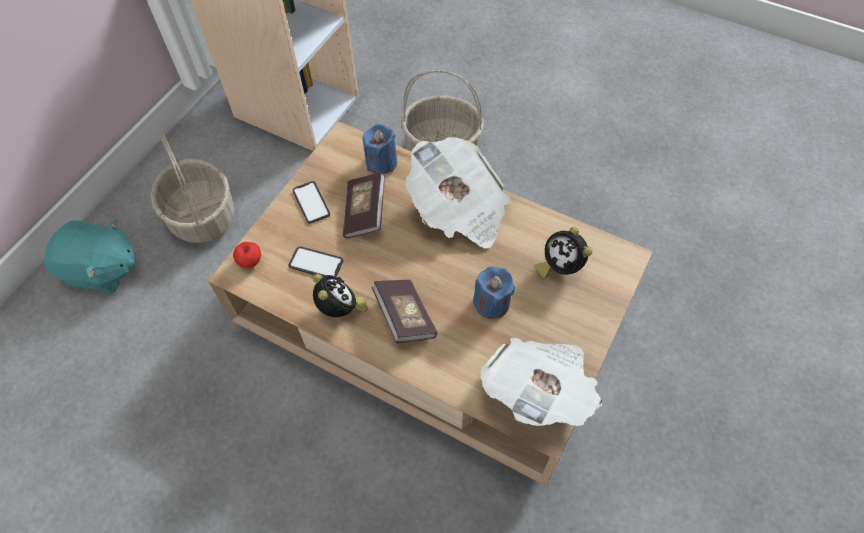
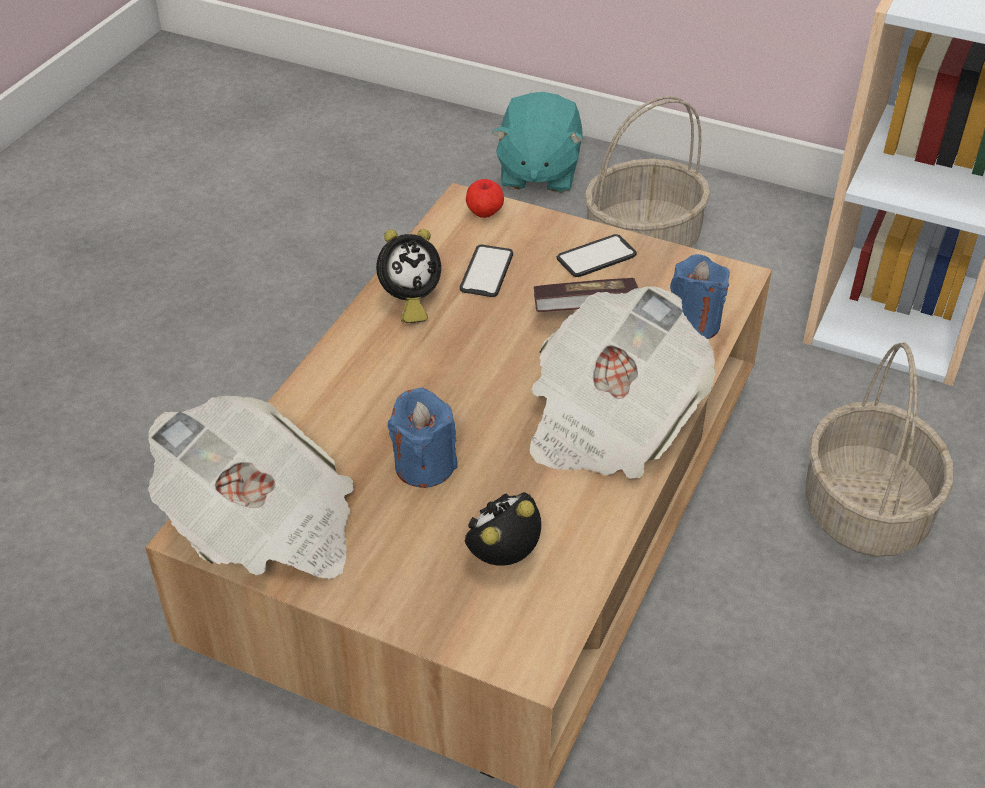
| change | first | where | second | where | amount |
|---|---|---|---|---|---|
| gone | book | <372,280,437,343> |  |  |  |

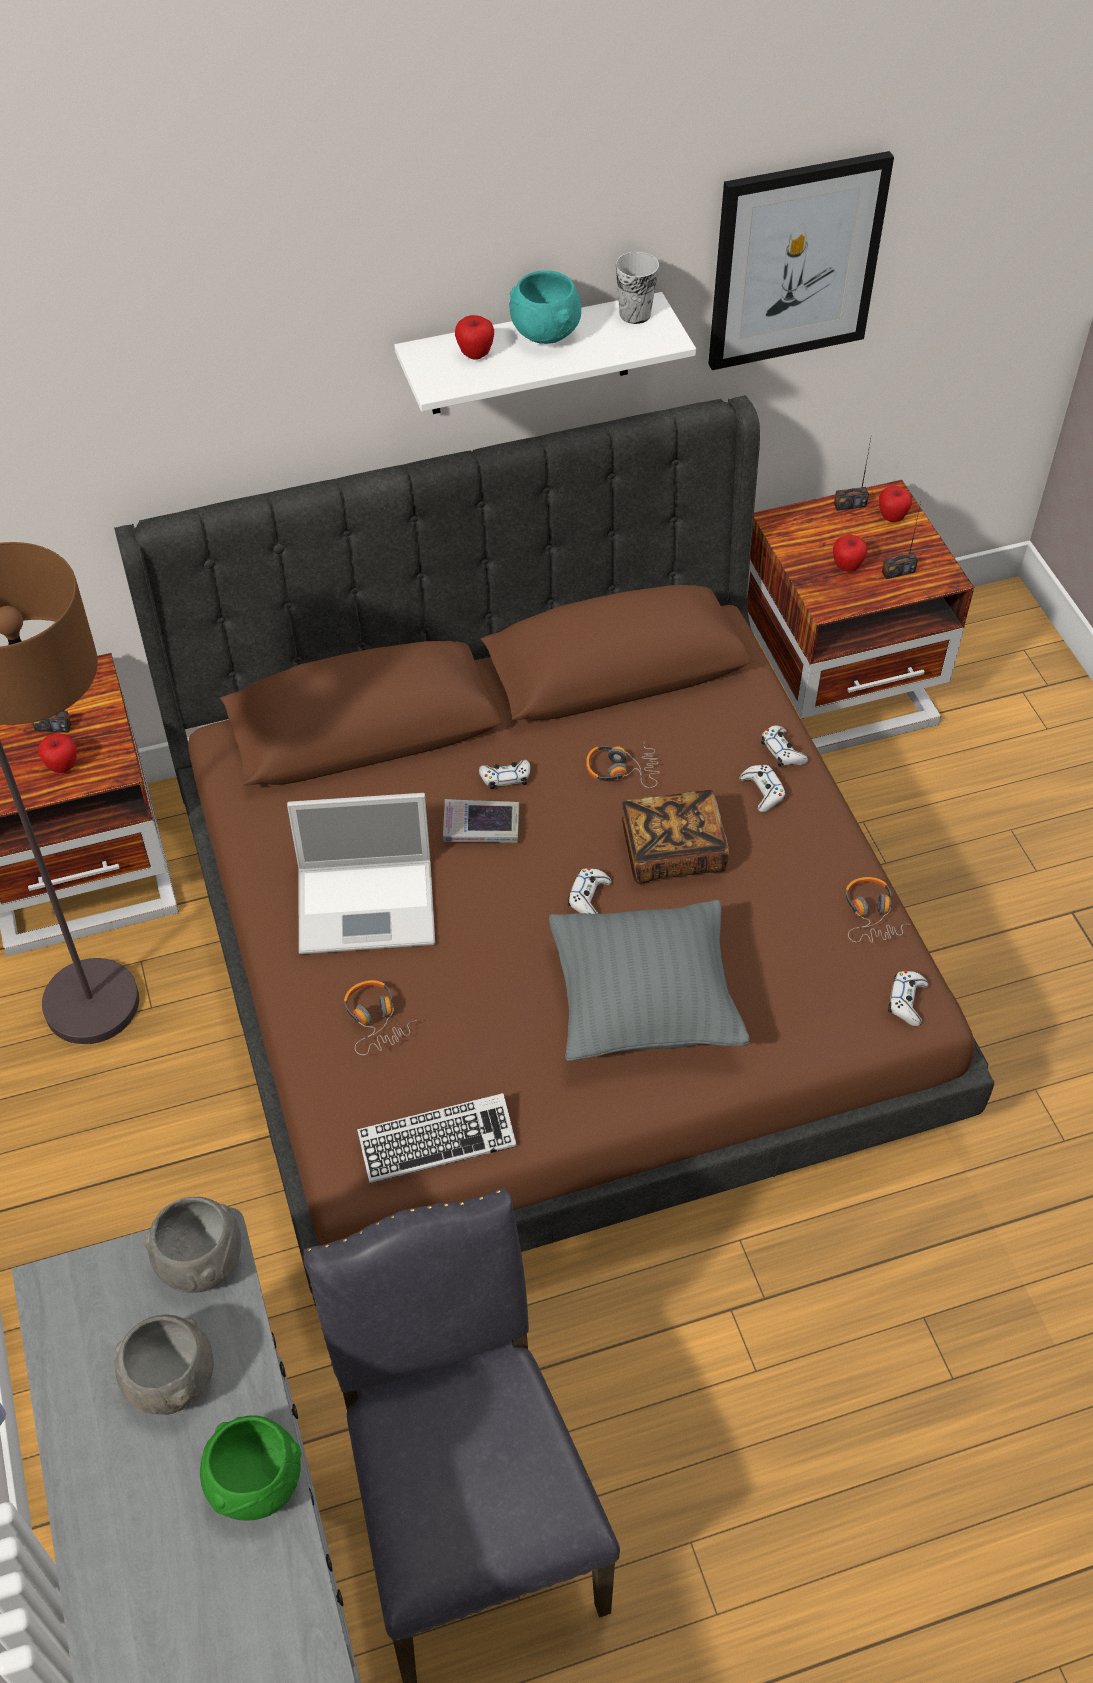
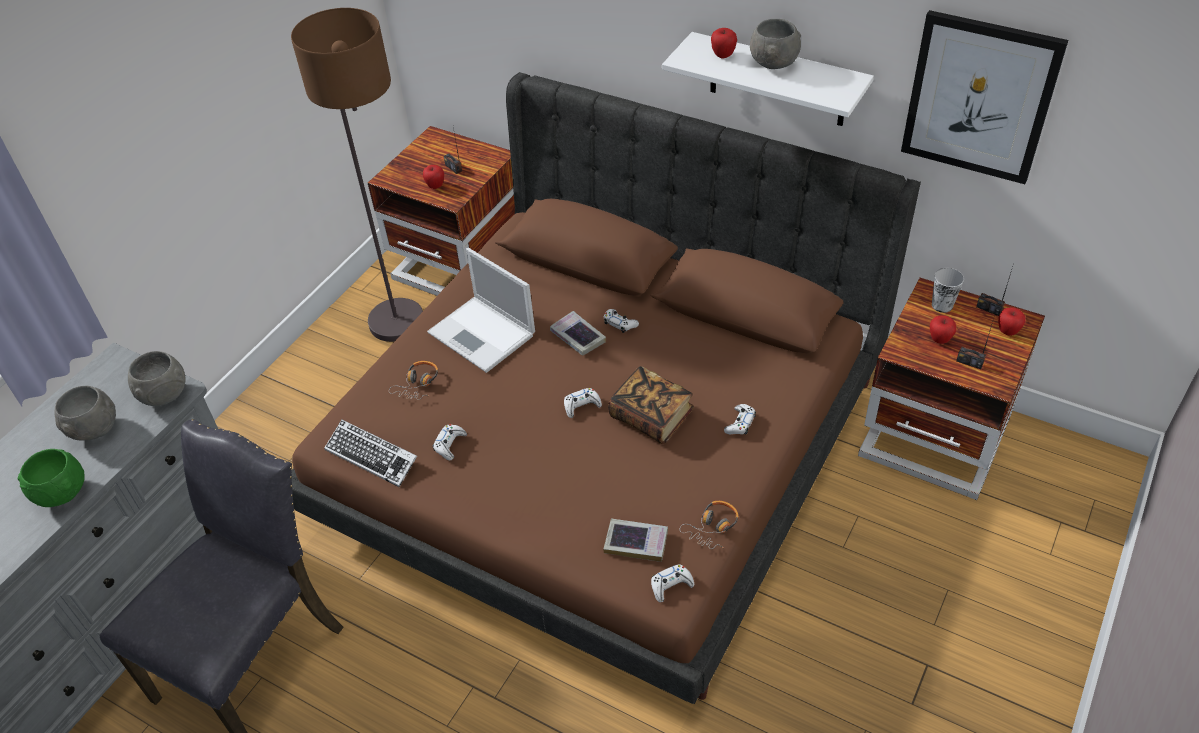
| change | first | where | second | where | amount |
|---|---|---|---|---|---|
| shifted | cup | <616,252,659,324> |  | <932,268,964,313> |  |
| repainted | bowl (turquoise) | <509,270,581,344> | bowl (grey) | <750,19,801,69> |  |
| shifted | game controller (white) | <761,725,808,767> |  | <433,424,467,460> |  |
| gone | headphones | <586,743,660,788> |  |  |  |
| gone | pillow (grey) | <549,900,750,1061> |  |  |  |
| new |  |  | book | <603,518,668,562> |  |

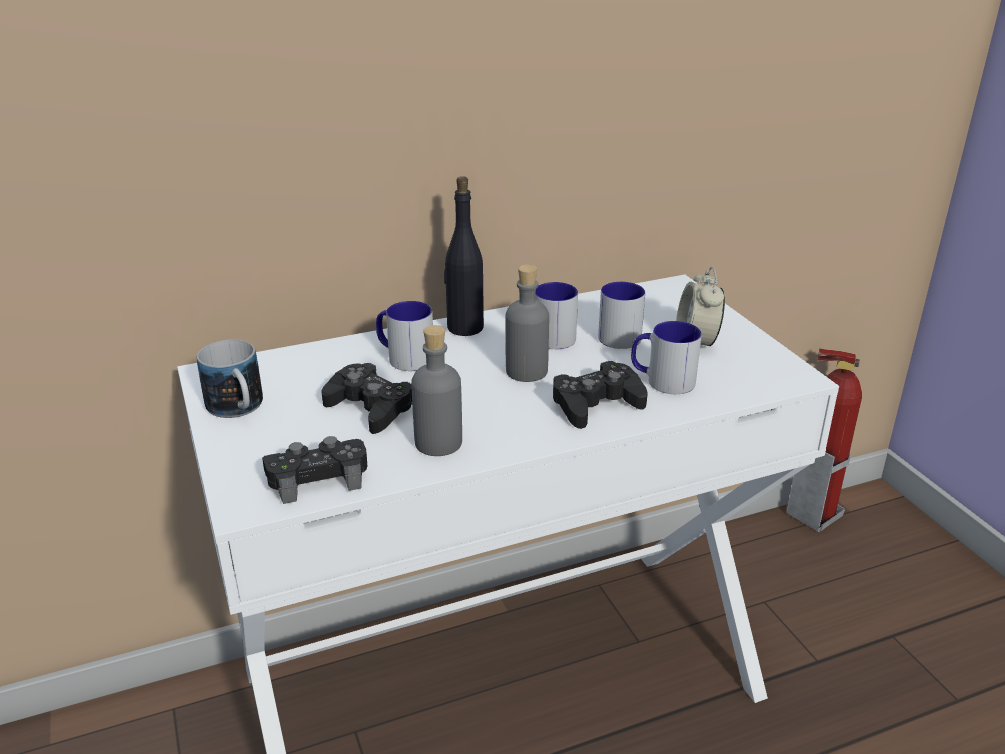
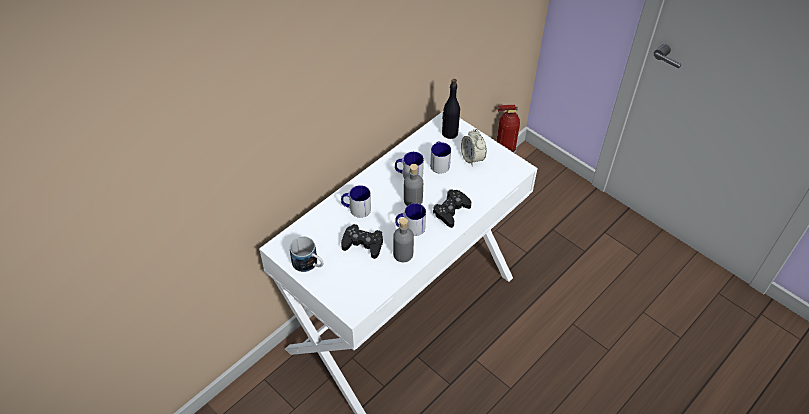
| change | first | where | second | where | amount |
|---|---|---|---|---|---|
| shifted | bottle (black) | <444,176,484,336> |  | <442,79,460,139> |  |
| shifted | mug | <631,321,702,394> |  | <395,203,426,236> |  |
| gone | game controller (black) | <262,436,367,504> |  |  |  |

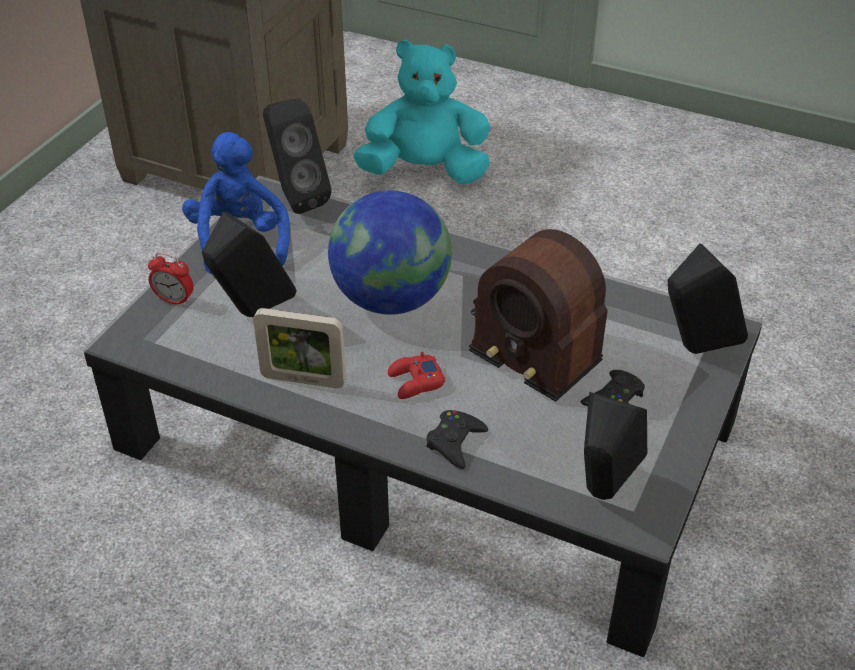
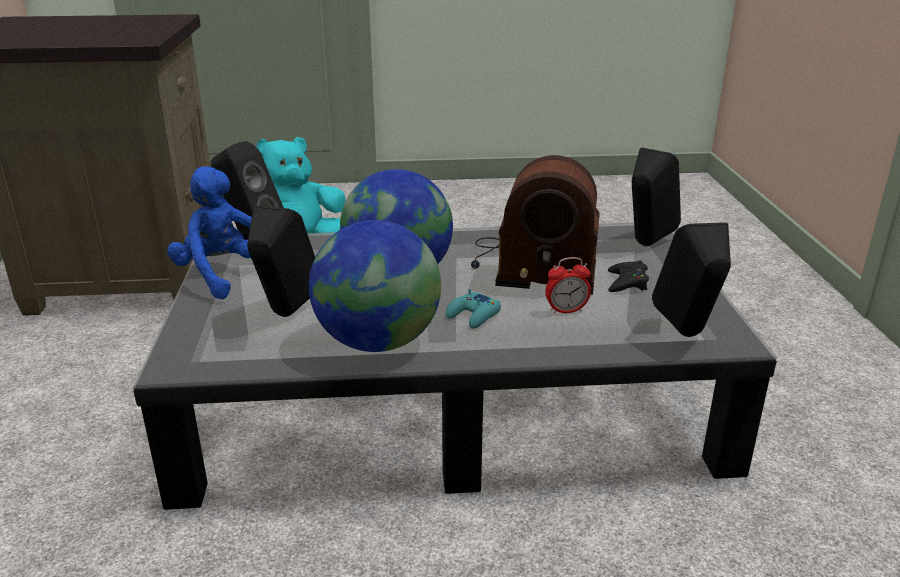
| change | first | where | second | where | amount |
|---|---|---|---|---|---|
| shifted | alarm clock | <148,252,194,306> |  | <545,257,591,314> |  |
| swapped | picture frame | <253,308,346,388> | globe | <309,220,441,352> |  |
| repainted | game controller (red) | <388,352,445,399> | game controller (turquoise) | <445,289,501,329> |  |
| gone | game controller (black) | <426,410,488,469> |  |  |  |

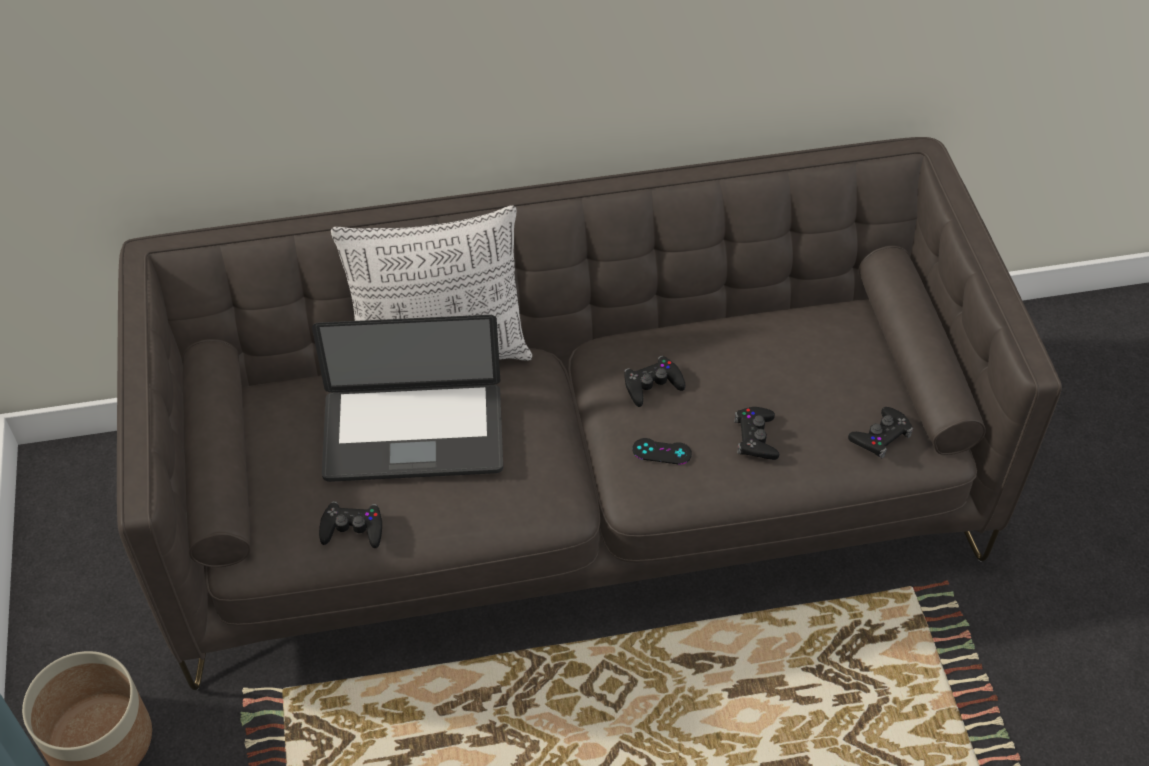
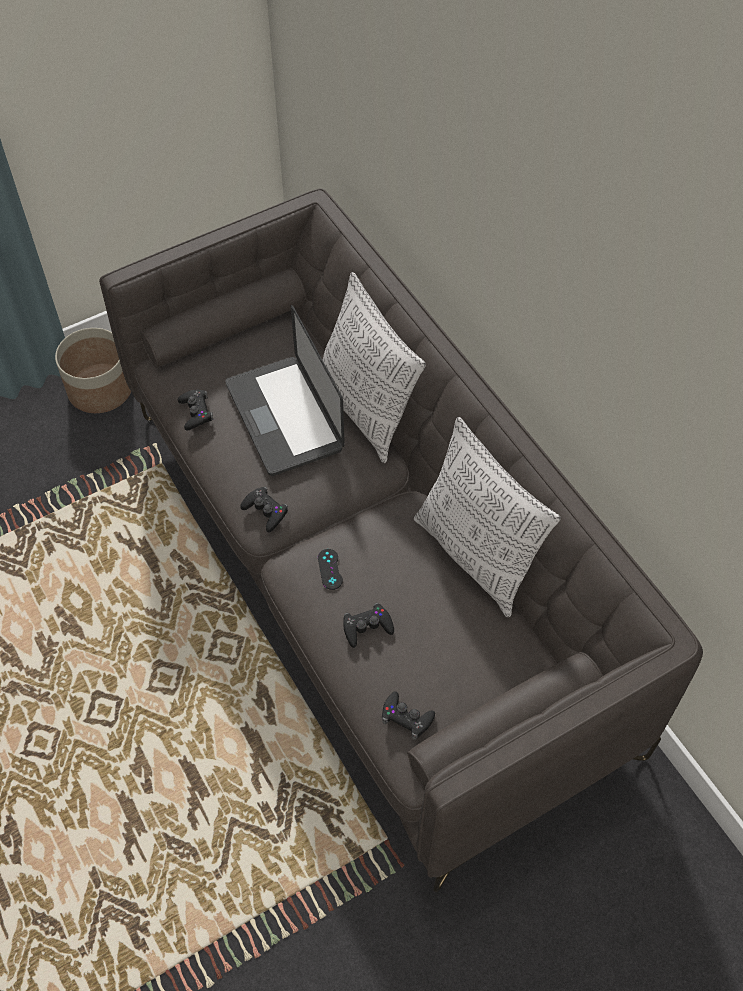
| change | first | where | second | where | amount |
|---|---|---|---|---|---|
| shifted | game controller (black) | <624,356,685,407> |  | <240,486,288,532> |  |
| new |  |  | pillow | <414,417,561,617> |  |

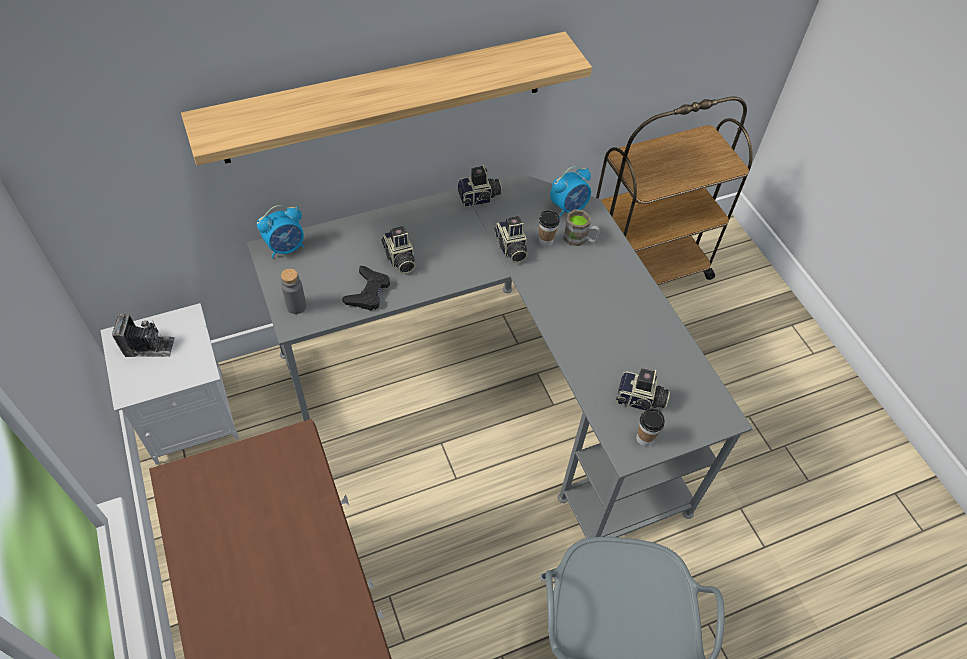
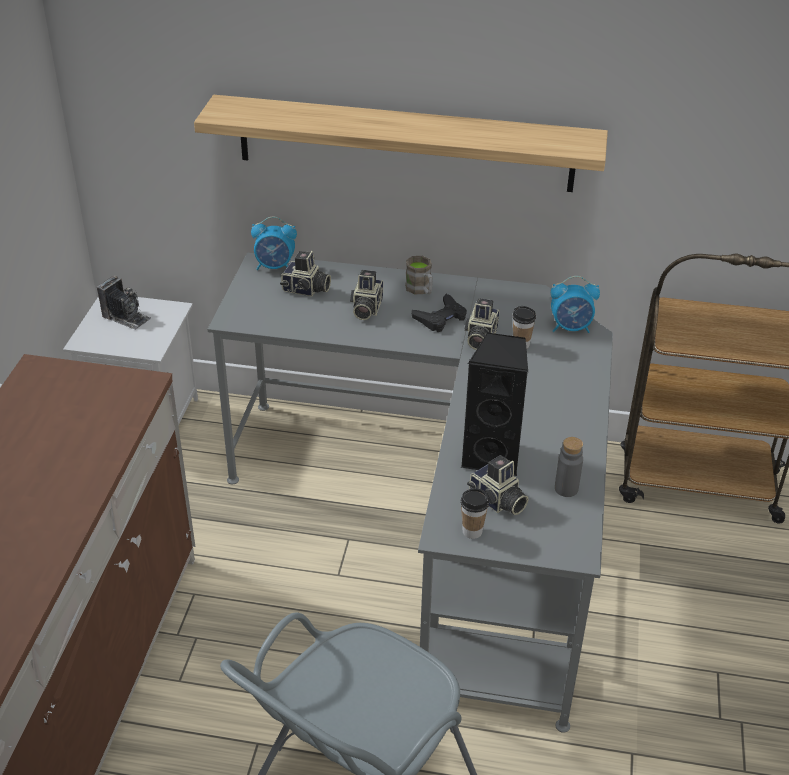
| change | first | where | second | where | amount |
|---|---|---|---|---|---|
| shifted | photo camera | <457,164,502,207> |  | <280,251,331,296> |  |
| shifted | mug (brown) | <564,209,600,246> |  | <405,256,433,295> |  |
| shifted | game controller (black) | <342,266,390,311> |  | <412,294,467,332> |  |
| shifted | bottle (grey) | <281,268,306,314> |  | <555,437,583,497> |  |
| new |  |  | speaker (black) | <461,332,528,476> |  |

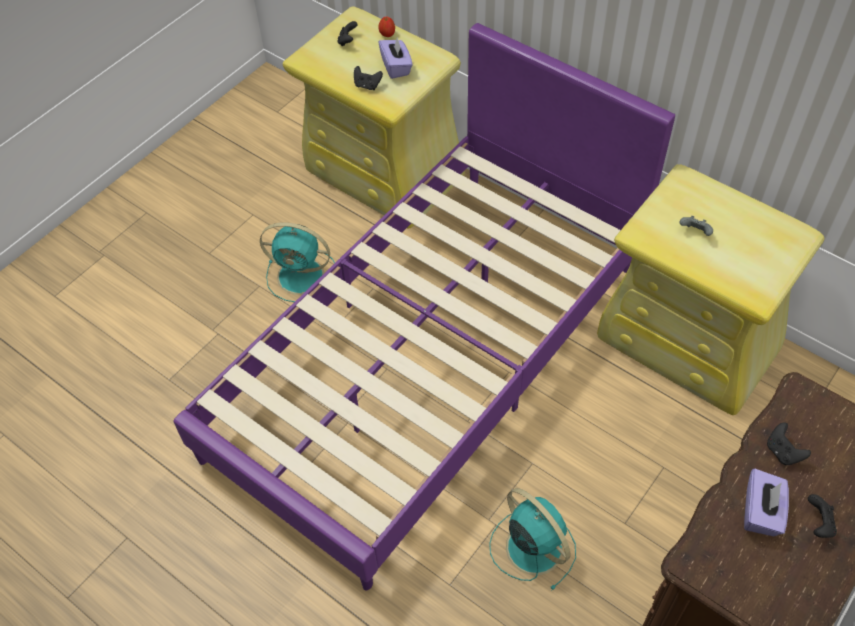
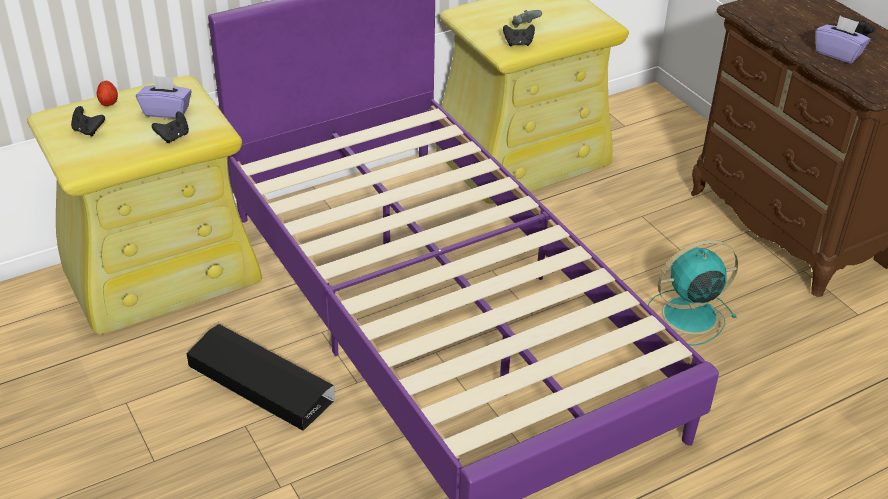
| change | first | where | second | where | amount |
|---|---|---|---|---|---|
| swapped | fan (turquoise) | <260,222,335,302> | storage box (black) | <187,324,335,431> |  |
| shifted | game controller (black) | <767,422,811,465> |  | <503,24,535,46> |  |

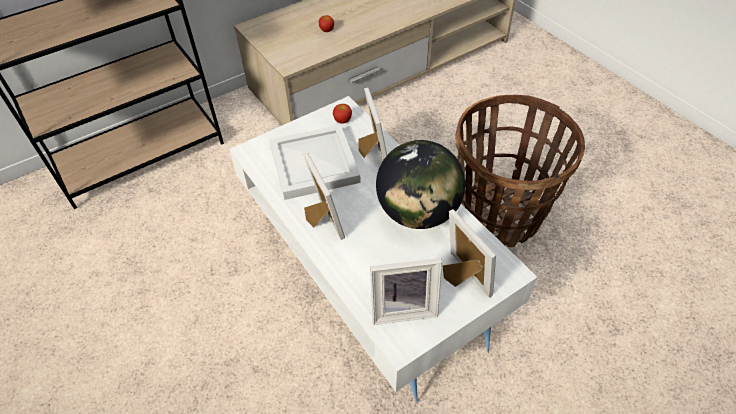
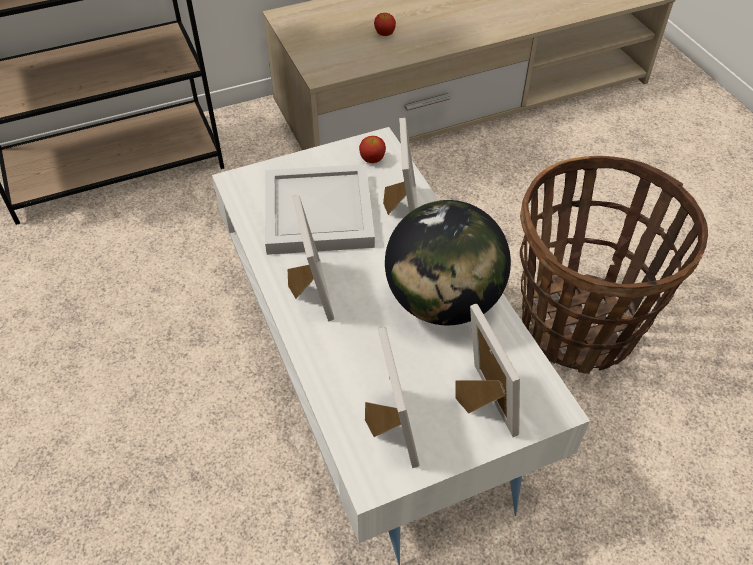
| change | first | where | second | where | amount |
|---|---|---|---|---|---|
| rotated | picture frame | <370,258,442,325> |  | <365,327,420,468> | 105 degrees counterclockwise |

